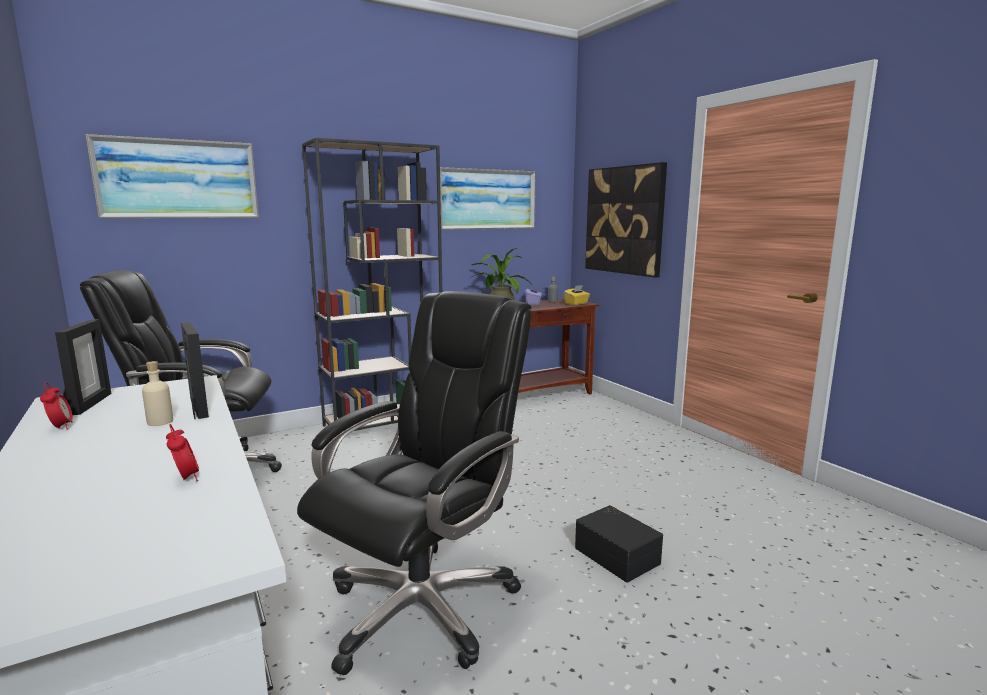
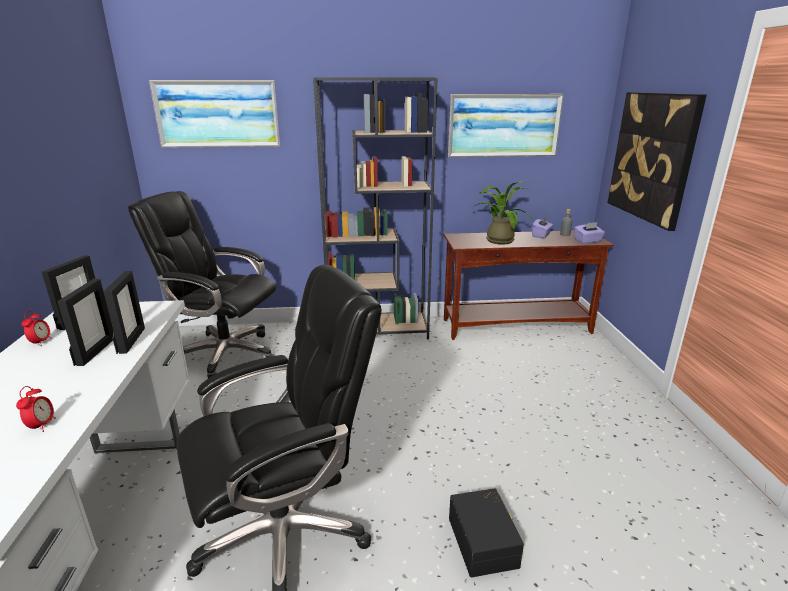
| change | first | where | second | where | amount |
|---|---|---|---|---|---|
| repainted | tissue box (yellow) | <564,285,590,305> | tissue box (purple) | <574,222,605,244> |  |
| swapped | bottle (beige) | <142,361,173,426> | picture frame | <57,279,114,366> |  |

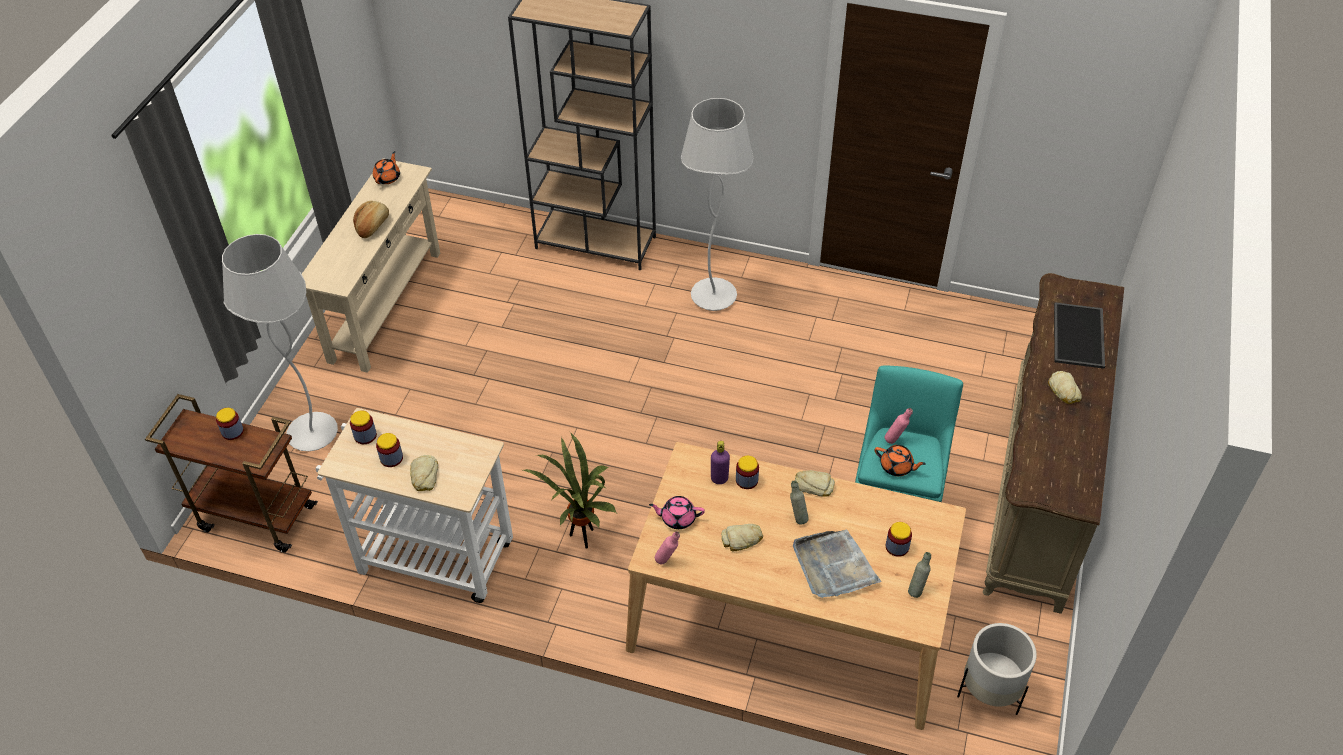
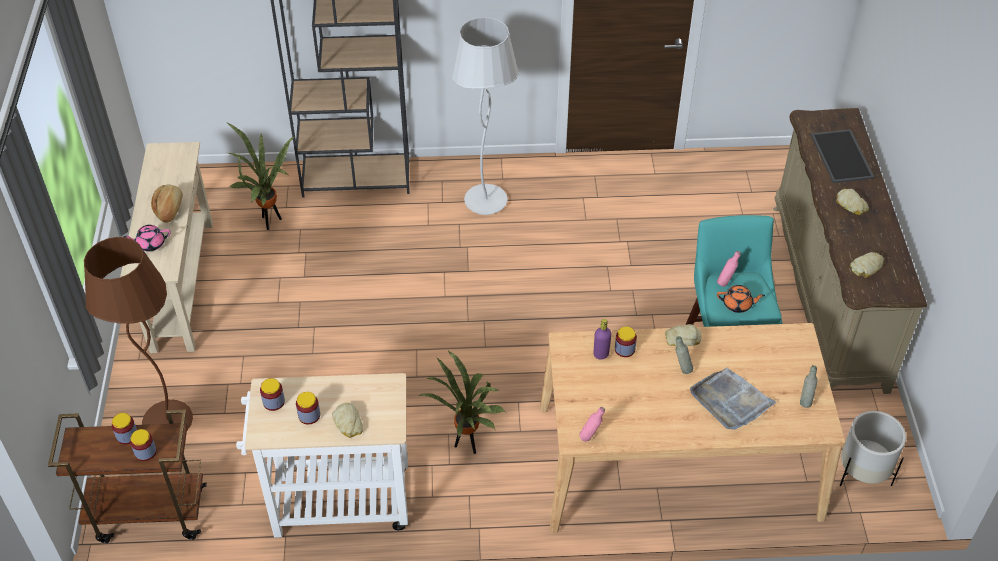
| change | first | where | second | where | amount |
|---|---|---|---|---|---|
| gone | teapot (orange) | <373,151,400,184> |  |  |  |
| repainted | floor lamp (white) | <222,234,338,451> | floor lamp (brown) | <84,237,193,430> |  |
| shifted | teapot (pink) | <649,496,705,529> |  | <123,225,171,251> |  |
| shifted | jar | <886,522,912,557> |  | <130,429,157,461> |  |
| shifted | bread | <721,524,763,552> |  | <850,252,884,278> |  |
| new |  |  | potted plant | <226,123,295,230> |  |

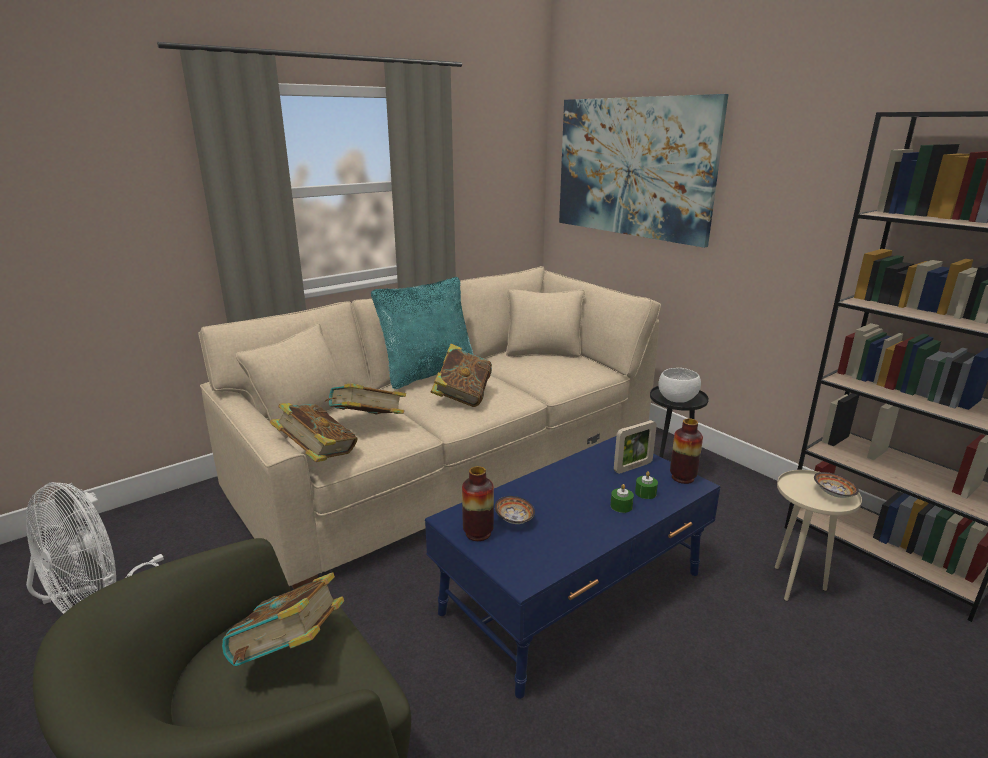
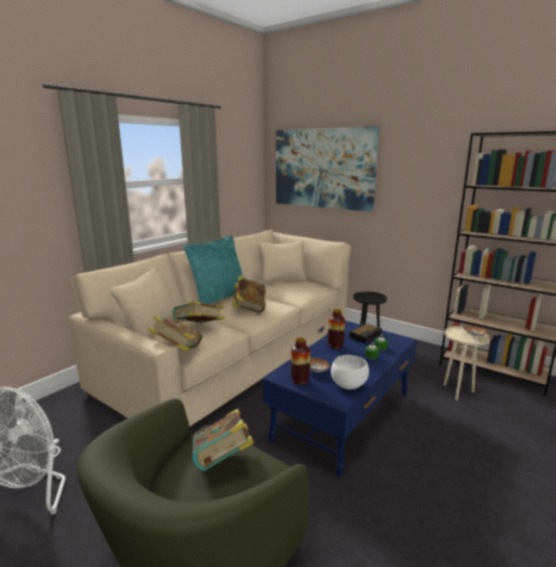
| change | first | where | second | where | amount |
|---|---|---|---|---|---|
| shifted | bowl (white) | <658,368,701,403> |  | <331,355,369,390> |  |
| shifted | vase | <670,418,703,484> |  | <328,309,345,349> |  |
| swapped | picture frame | <614,420,657,474> | alarm clock | <350,324,382,344> |  |

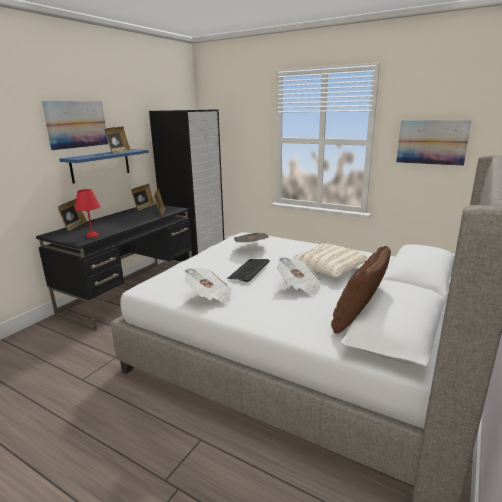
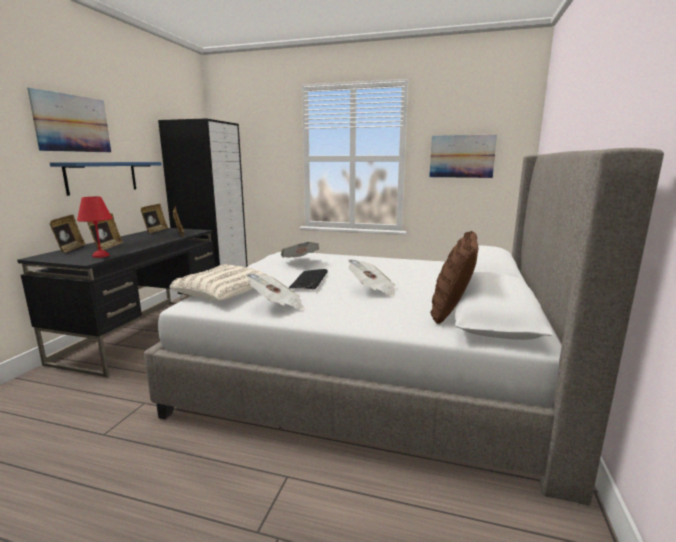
| change | first | where | second | where | amount |
|---|---|---|---|---|---|
| shifted | picture frame | <105,127,131,153> |  | <87,213,123,250> |  |
| shifted | pillow (beige) | <294,243,368,278> |  | <170,264,269,301> |  |

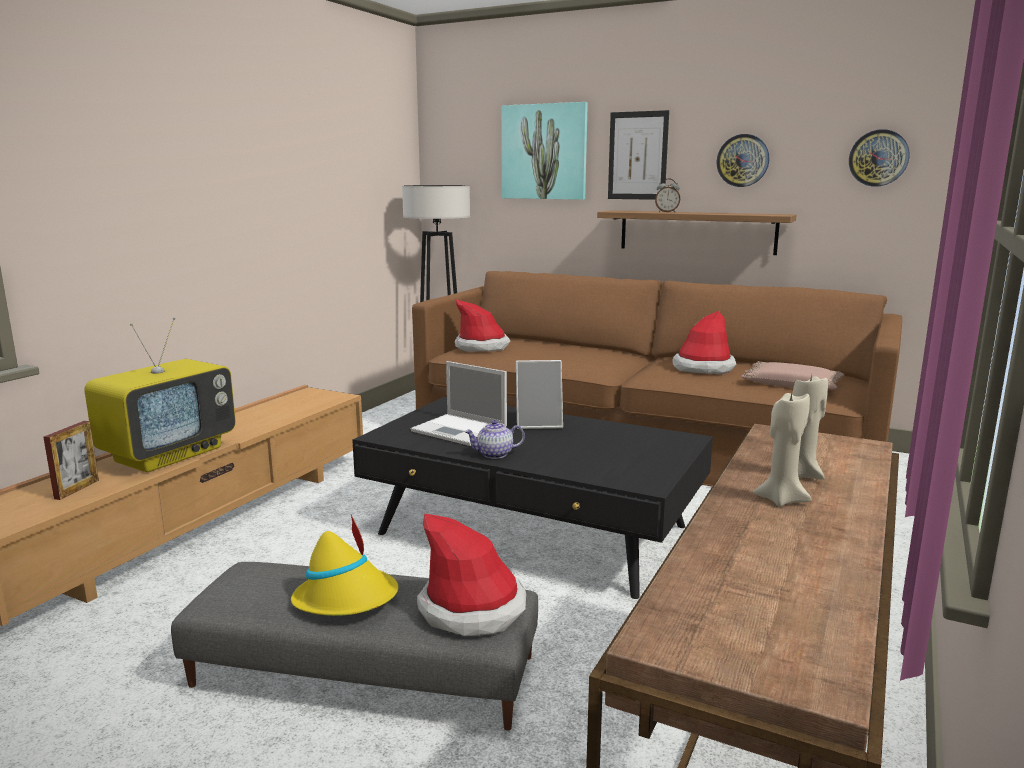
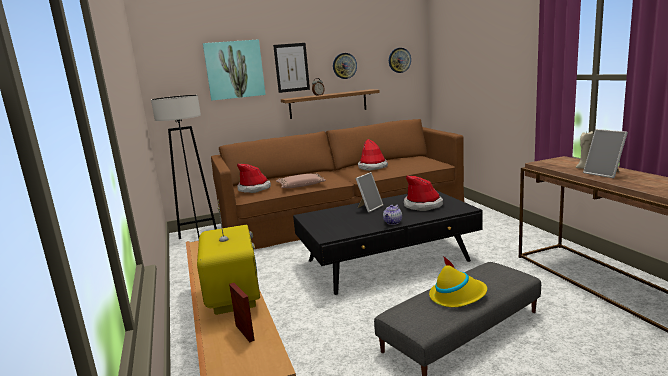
| change | first | where | second | where | amount |
|---|---|---|---|---|---|
| gone | laptop | <411,361,507,446> |  |  |  |
| shifted | pillow (beige) | <741,361,844,389> |  | <276,173,326,188> |  |
| swapped | candle (beige) | <753,392,811,507> | picture frame | <583,129,628,178> |  |
| shifted | hat | <417,513,526,636> |  | <404,176,443,211> |  |

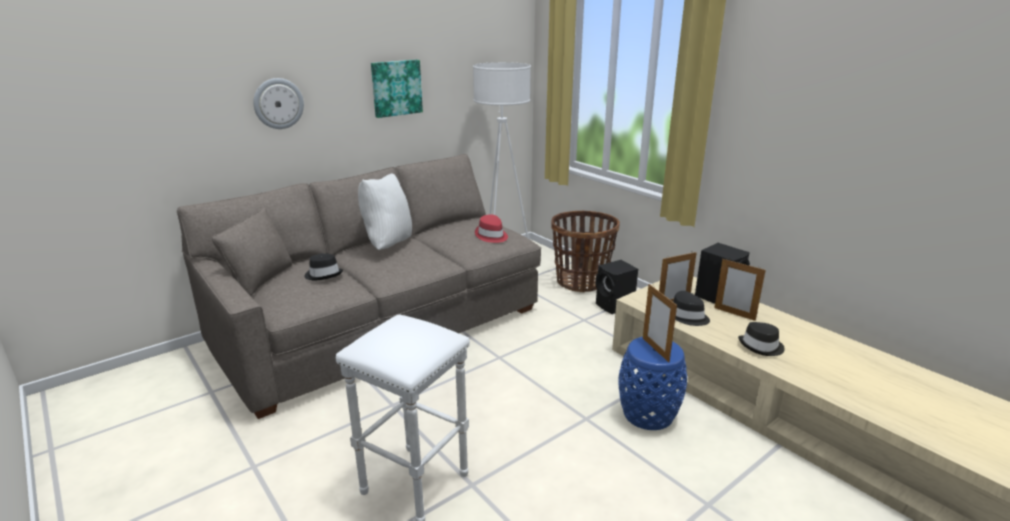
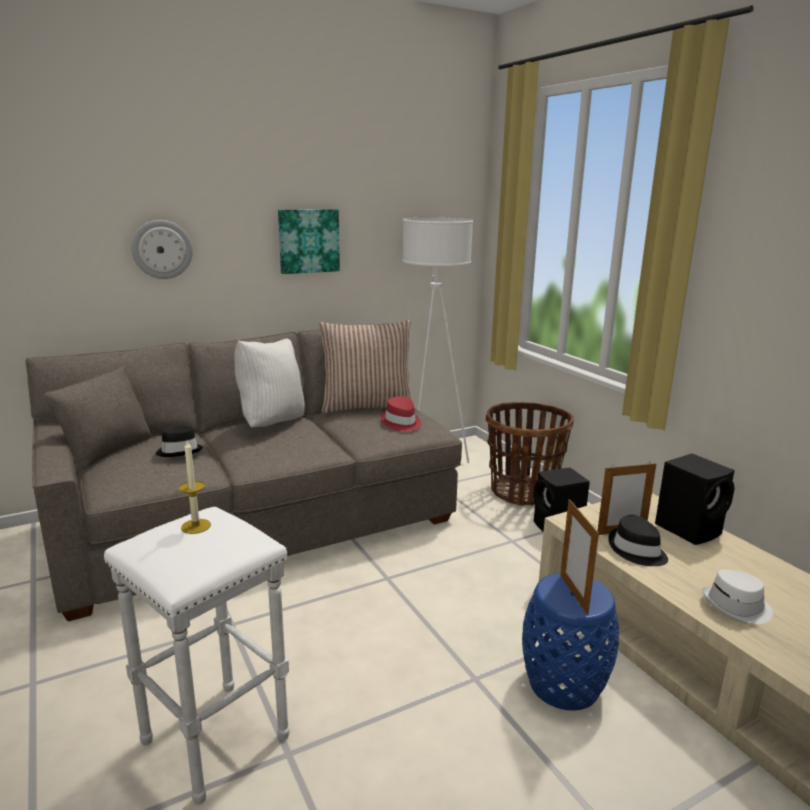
| change | first | where | second | where | amount |
|---|---|---|---|---|---|
| gone | picture frame | <714,258,766,321> |  |  |  |
| repainted | hat (black) | <738,322,785,356> | hat (white) | <702,570,773,624> |  |
| new |  |  | pillow | <319,320,412,413> |  |
| new |  |  | candle | <179,441,211,534> |  |

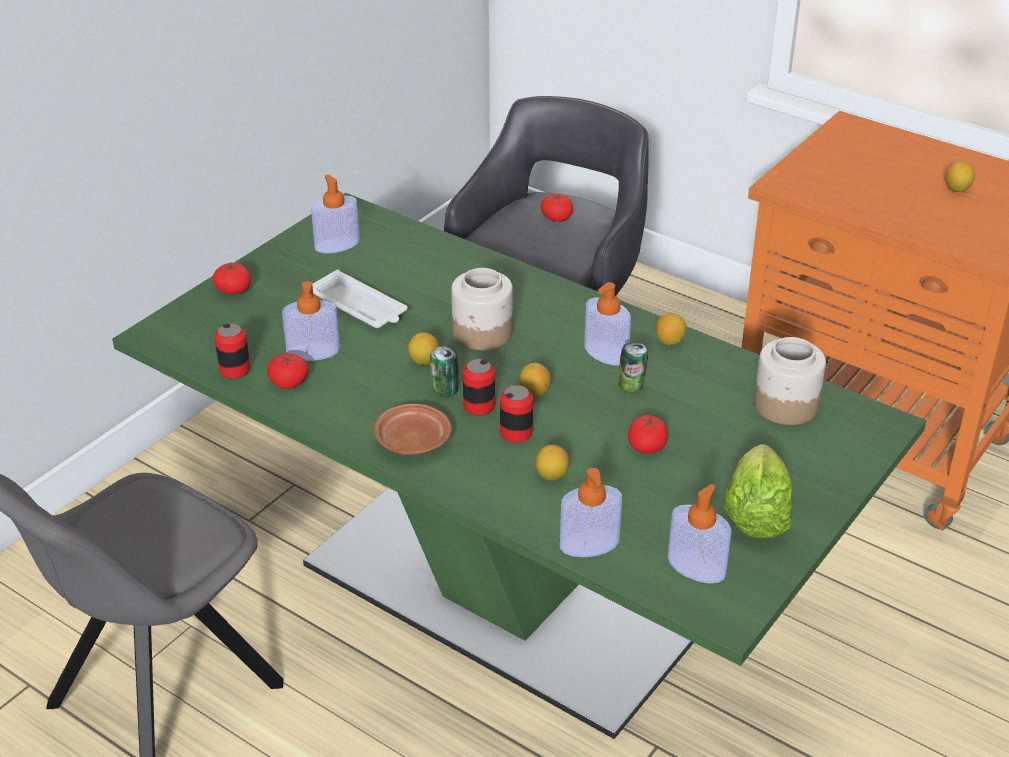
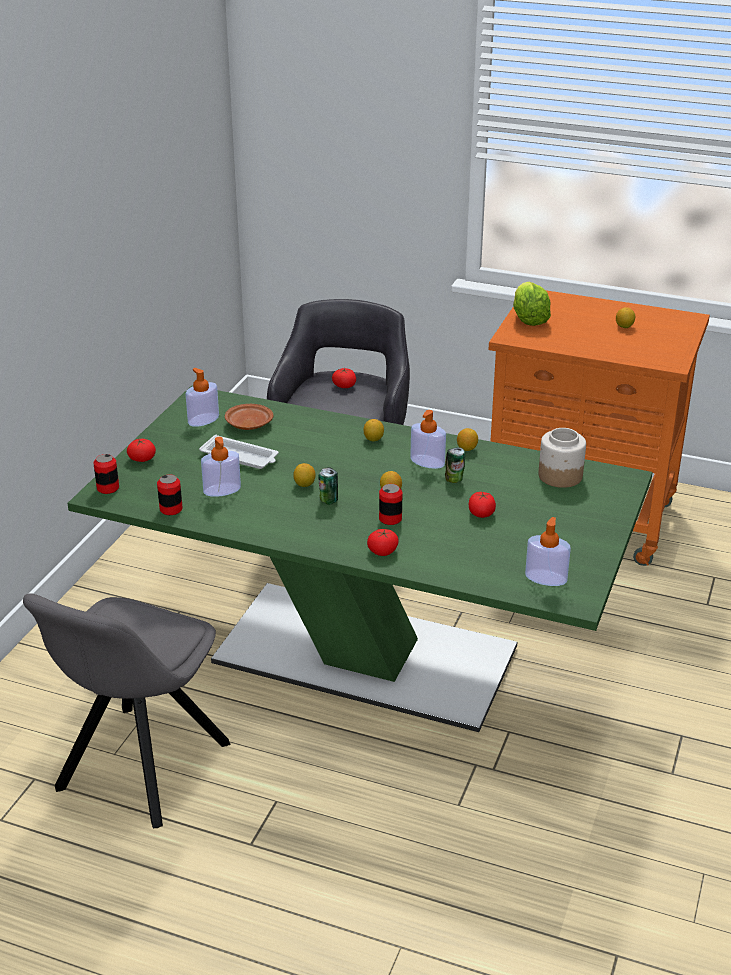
| change | first | where | second | where | amount |
|---|---|---|---|---|---|
| gone | jar | <451,268,513,350> |  |  |  |
| shifted | tomato | <267,353,309,389> |  | <367,529,399,556> |  |
| shifted | can | <463,359,495,416> |  | <93,454,119,494> |  |
| shifted | plate (brown) | <374,404,452,455> |  | <225,404,274,430> |  |
| shifted | lettuce | <724,444,793,539> |  | <513,282,551,326> |  |
| shifted | lemon | <536,445,569,481> |  | <364,419,384,442> |  |
| gone | soap dispenser | <560,468,622,557> |  |  |  |

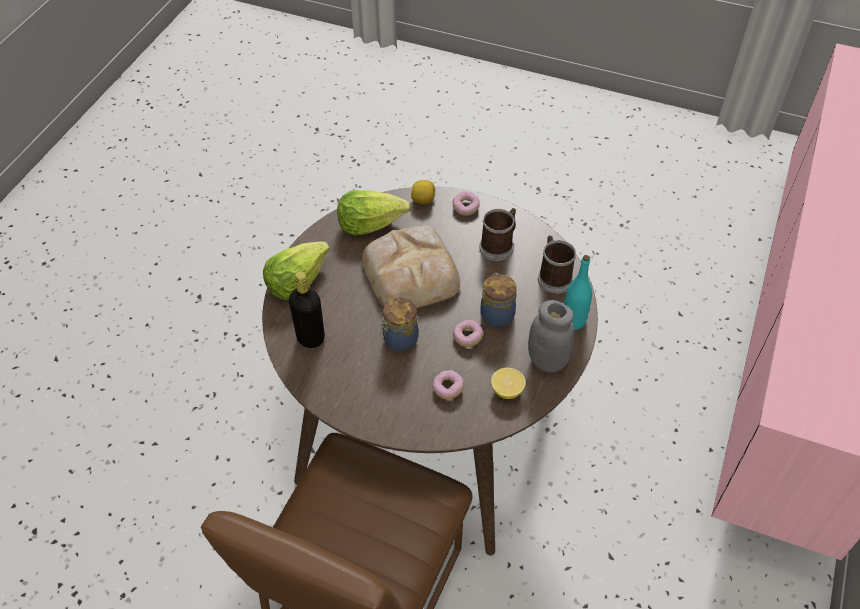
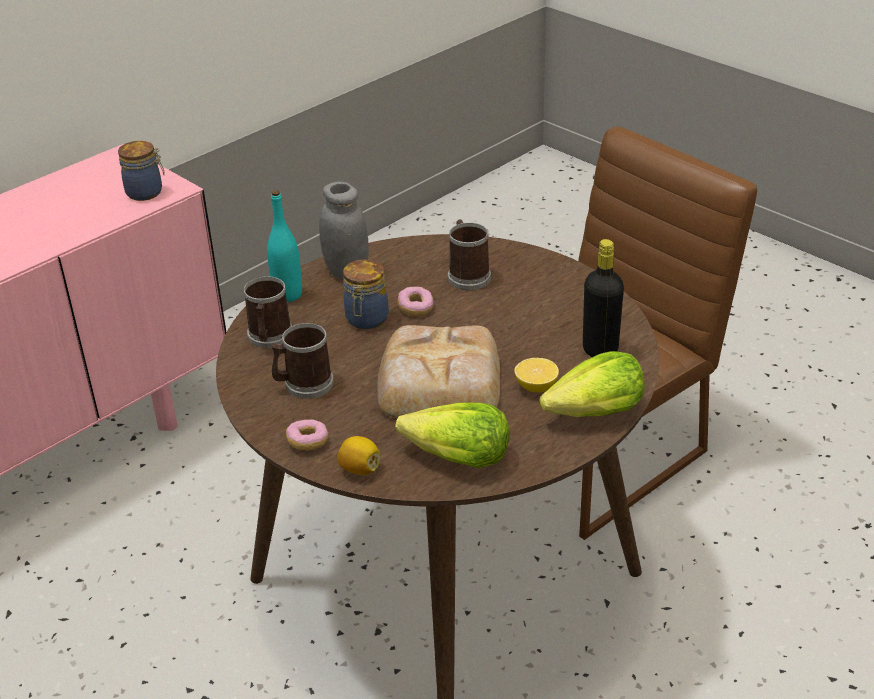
| change | first | where | second | where | amount |
|---|---|---|---|---|---|
| shifted | jar | <380,297,419,351> |  | <118,141,165,201> |  |
| shifted | lemon | <491,368,526,399> |  | <514,358,559,392> |  |
| swapped | donut | <433,370,464,399> | mug | <448,219,491,290> |  |

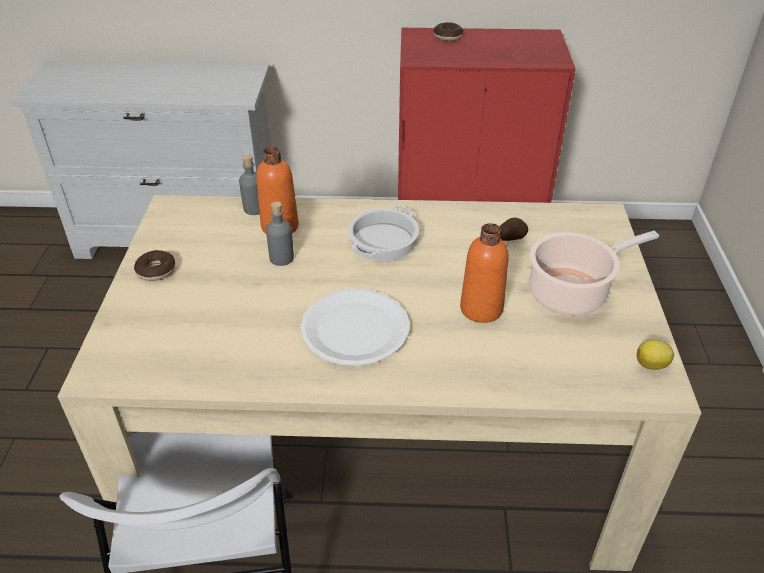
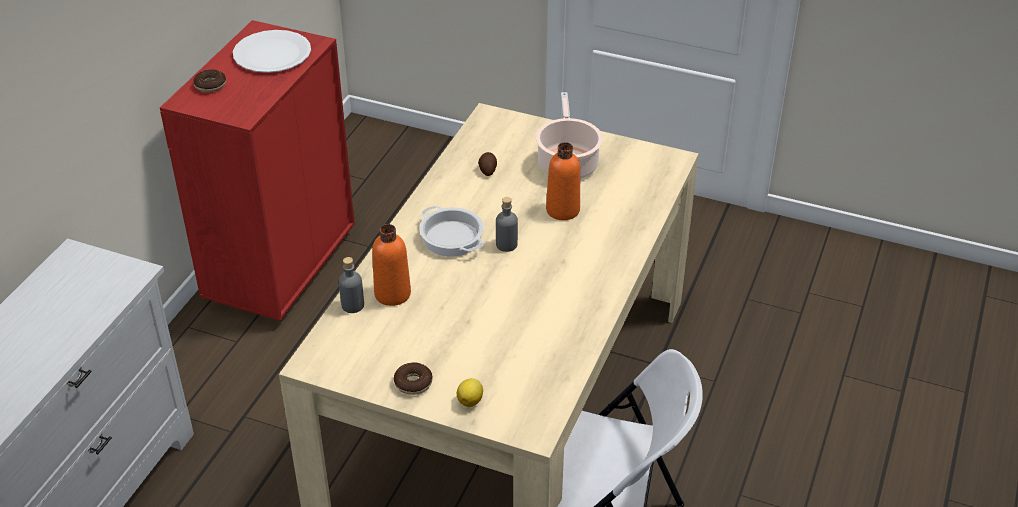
| change | first | where | second | where | amount |
|---|---|---|---|---|---|
| shifted | bottle (grey) | <266,202,294,266> |  | <496,197,518,252> |  |
| shifted | plate (white) | <300,289,410,366> |  | <233,30,311,73> |  |
| shifted | lemon | <636,339,674,370> |  | <457,378,483,407> |  |

